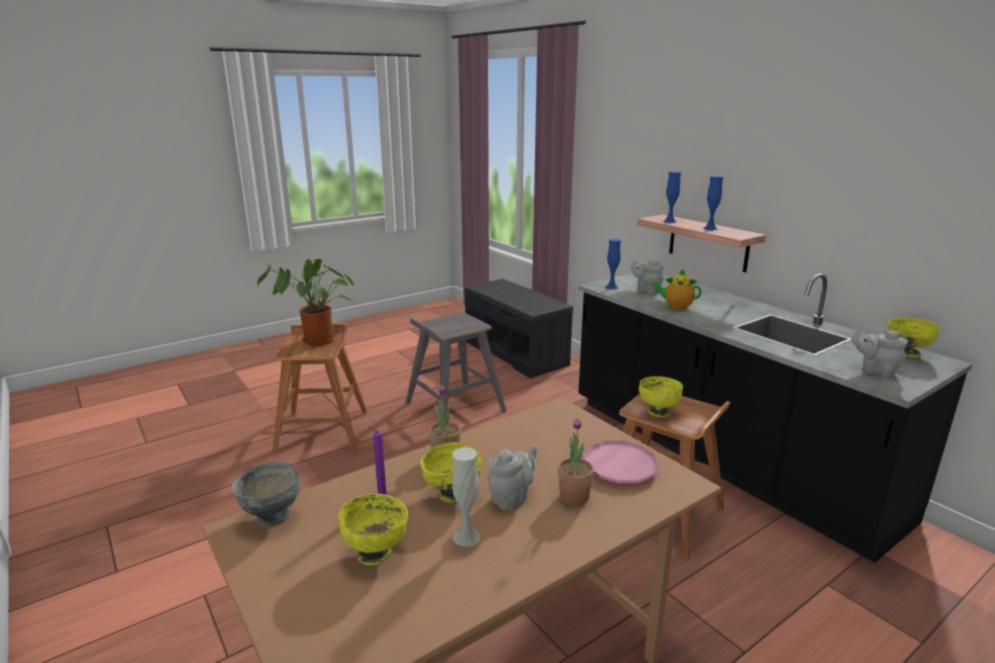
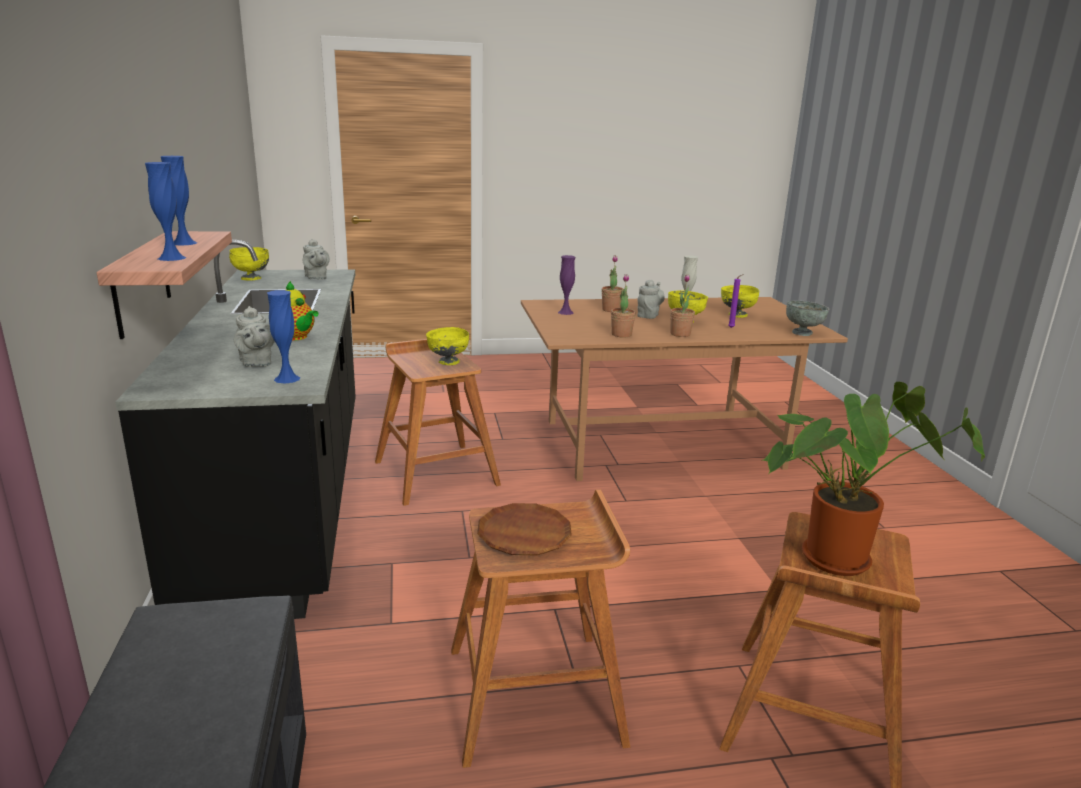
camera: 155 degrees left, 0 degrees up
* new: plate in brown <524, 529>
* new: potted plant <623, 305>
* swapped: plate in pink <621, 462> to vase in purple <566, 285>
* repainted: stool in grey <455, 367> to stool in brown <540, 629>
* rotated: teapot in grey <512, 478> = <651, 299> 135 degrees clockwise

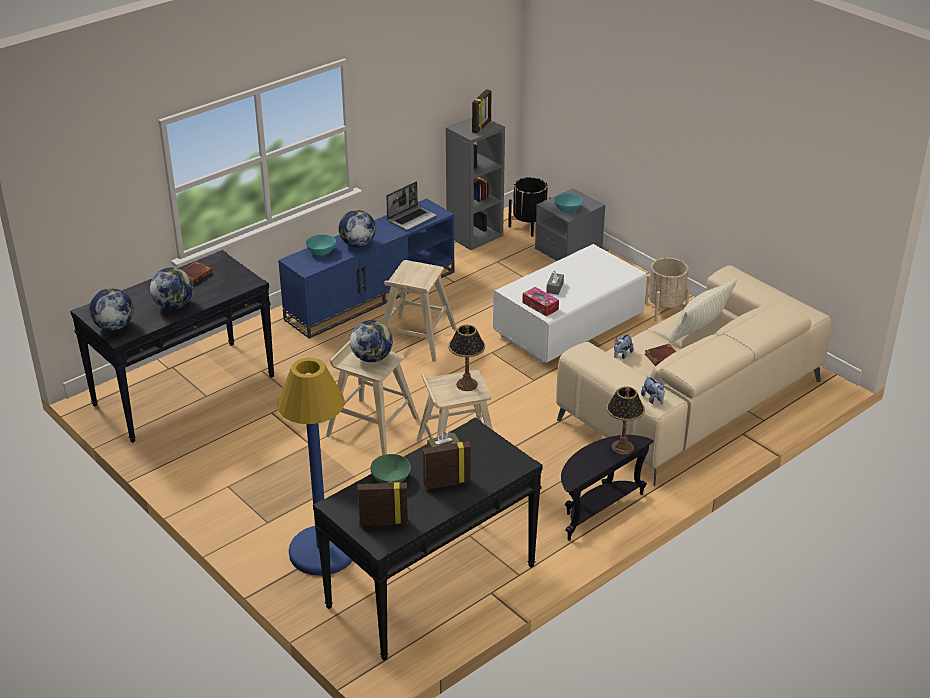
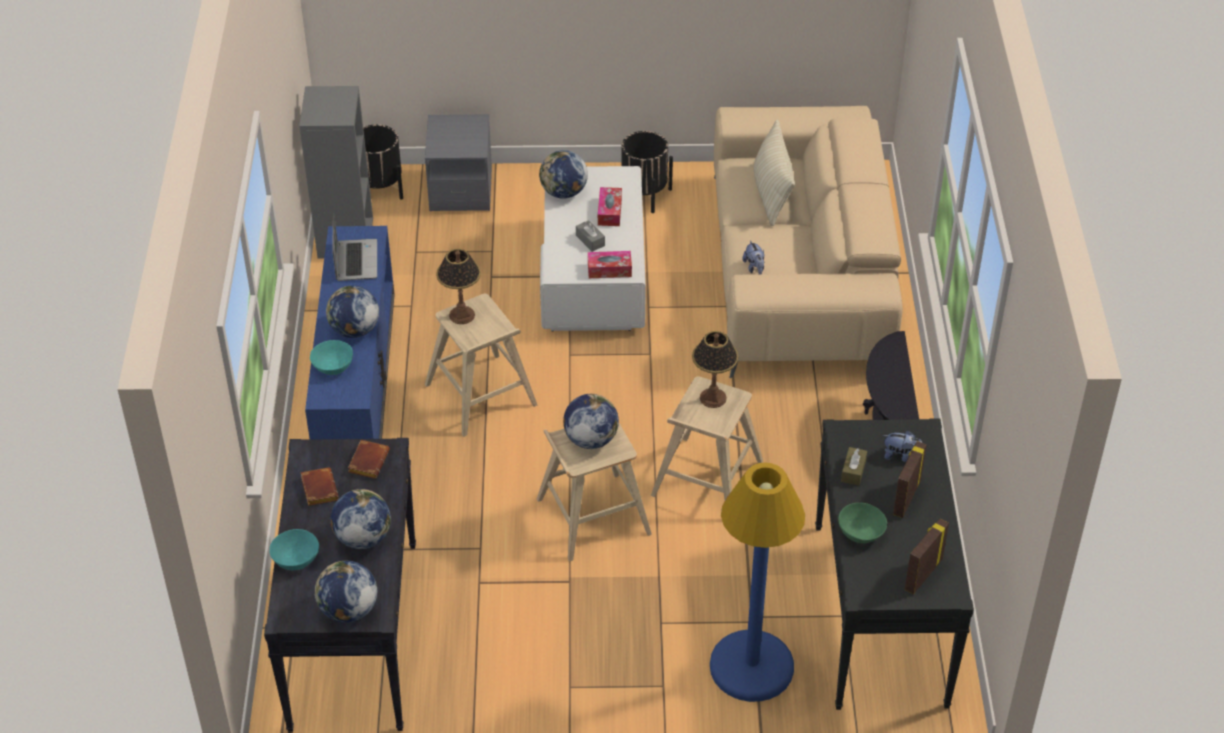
camera: 50 degrees left, 10 degrees up
* gone: picture frame <482, 111>
* new: globe <563, 174>
* new: tissue box <610, 206>
* shifted: bowl in turquoise <568, 203> to <294, 549>
* shifted: table lamp <625, 420> to <458, 286>
* shifted: plush toy <653, 390> to <902, 446>
* shifted: book in brown <660, 354> to <369, 459>
* repainted: planter in beige <667, 289> to planter in black <647, 172>

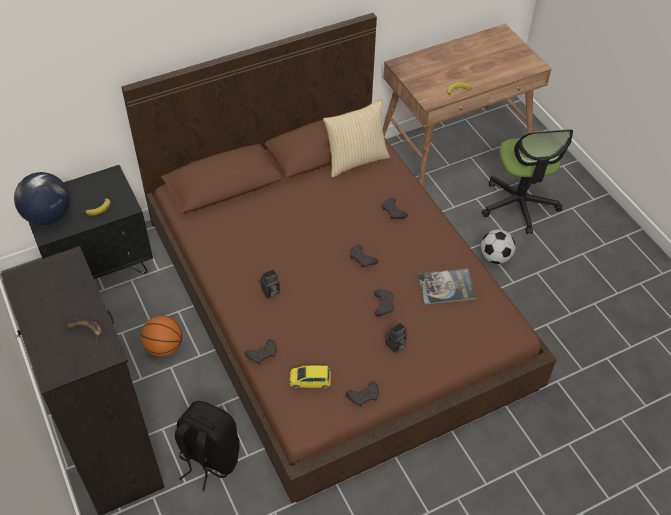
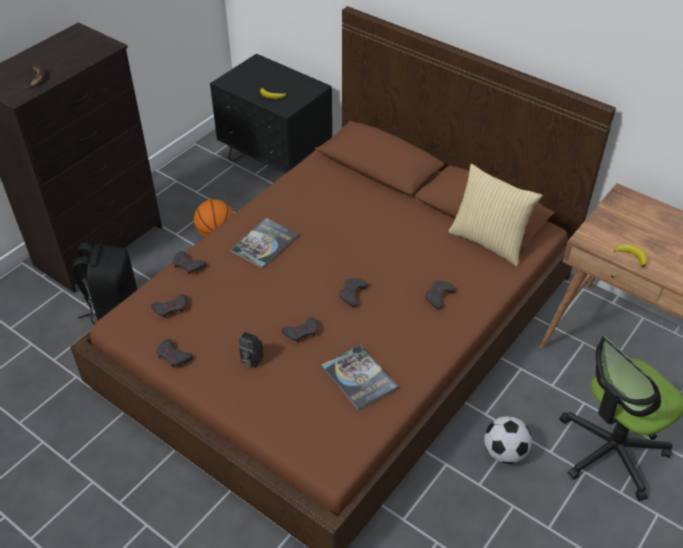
camera: 65 degrees right, 5 degrees down
* gone: globe <42, 198>
* swapped: photo camera <269, 284> to book <264, 243>
* swapped: toy car in yellow <310, 377> to game controller in grey <169, 306>

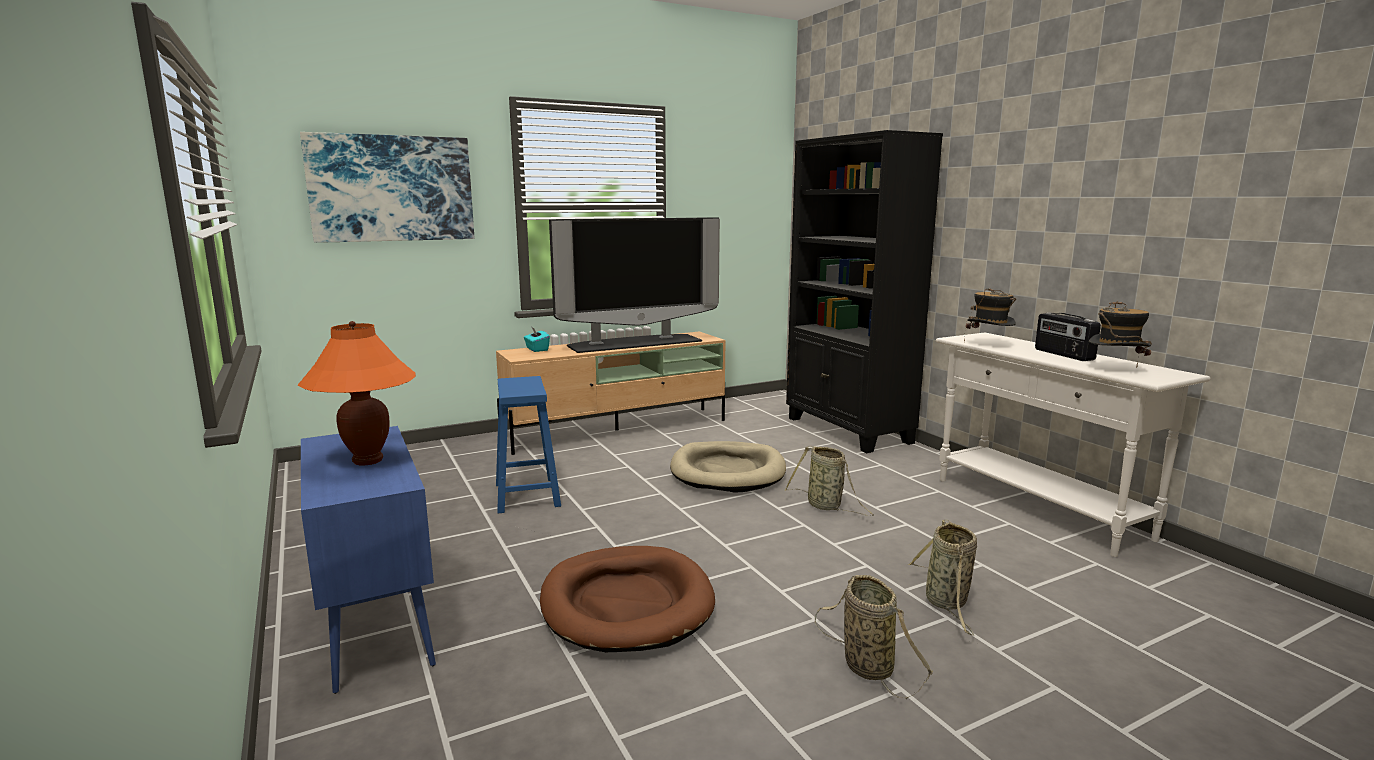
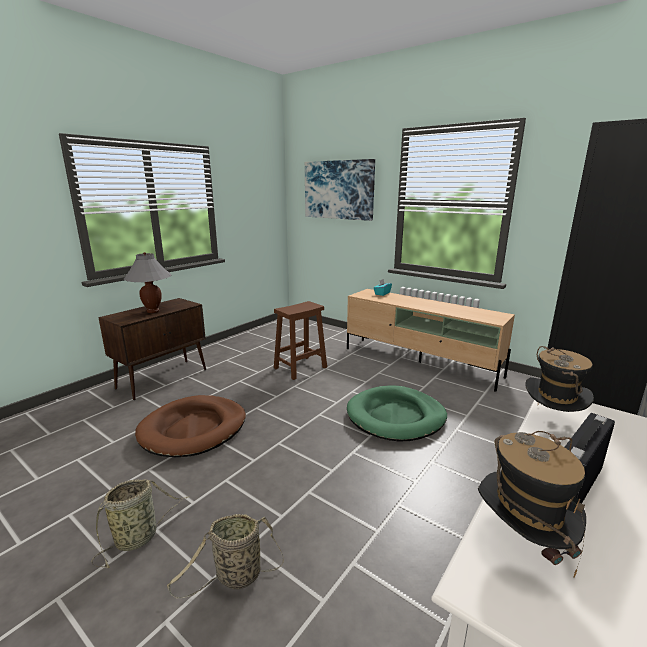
camera: 65 degrees right, 5 degrees up
* gone: television <634, 285>
* gone: basket <829, 481>
* repainted: table lamp in orange <356, 393> to table lamp in grey <147, 282>
* repainted: cabinet in blue <368, 560> to cabinet in brown <152, 349>
* repainted: stool in blue <528, 445> to stool in brown <300, 340>
* repainted: dog bed in beige <728, 467> to dog bed in green <397, 413>

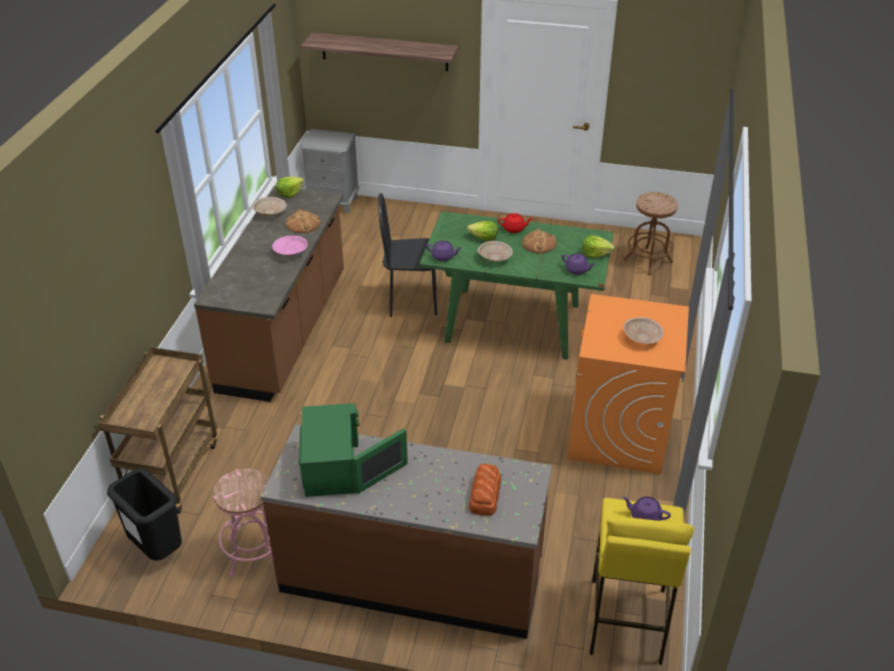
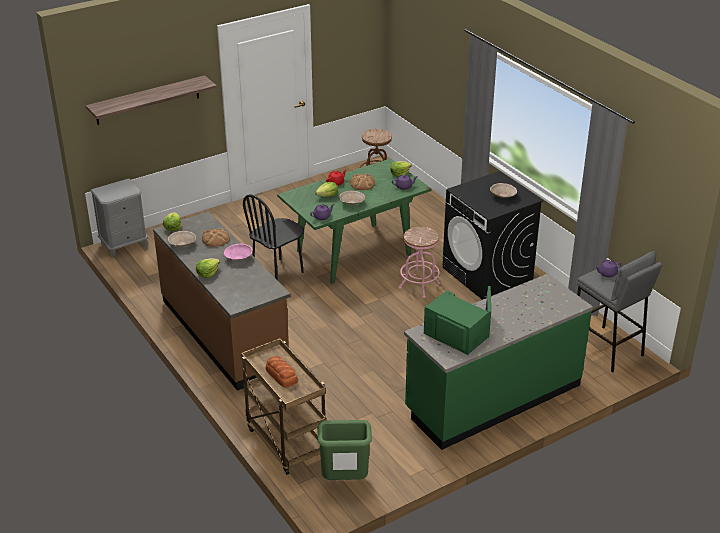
camera: 45 degrees left, 5 degrees down
* new: lettuce <208, 268>
* shifted: stool in pink <243, 522> to <419, 262>
* shifted: bread <485, 490> to <281, 372>
* repainted: trash can in black <144, 514> to trash can in green <344, 450>
* repainted: counter in brown <406, 531> to counter in green <498, 362>
* repainted: washing machine in orange <628, 384> to washing machine in black <492, 235>
* repainted: stool in yellow <642, 581> to stool in grey <619, 312>

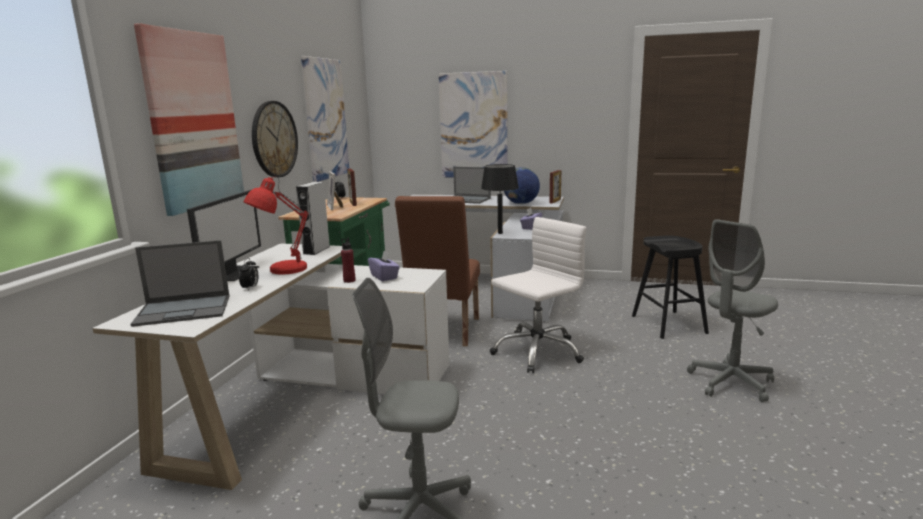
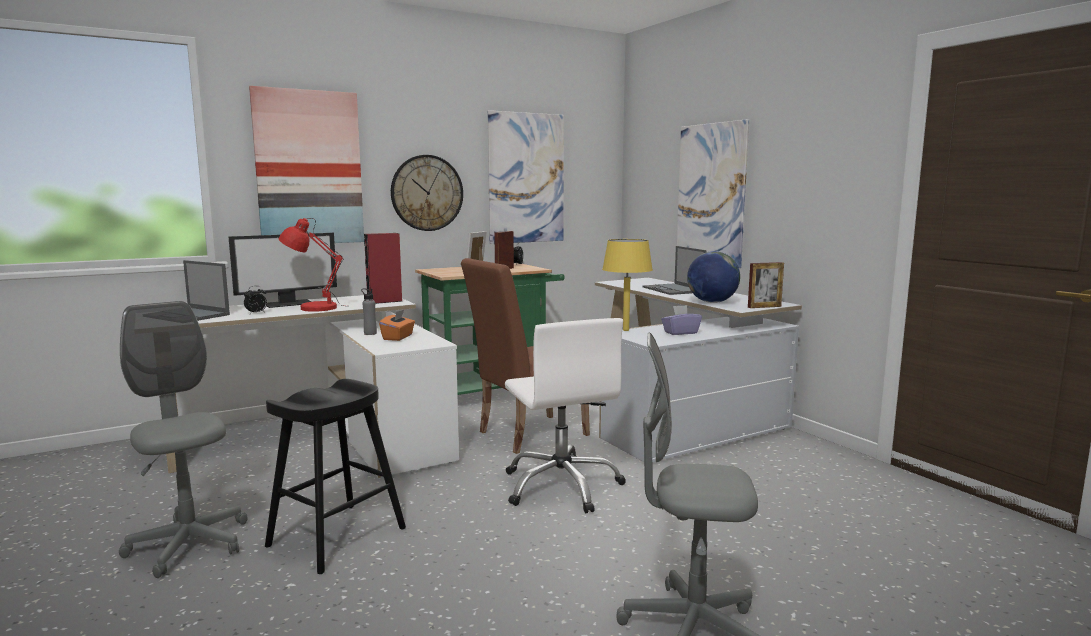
camera: 45 degrees right, 5 degrees down
* shifted: stool in black <670, 287> to <335, 476>
* repainted: speaker in grey <313, 218> to speaker in red <383, 268>
* repainted: bottle in red <348, 260> to bottle in grey <369, 311>
* repainted: tissue box in purple <384, 266> to tissue box in orange <397, 325>
* repainted: table lamp in black <500, 199> to table lamp in yellow <627, 285>
* rotated: office chair in white <538, 295> = <565, 415> 60 degrees clockwise

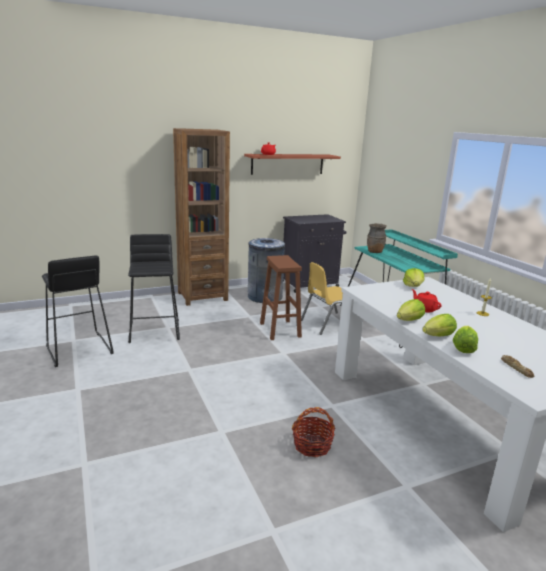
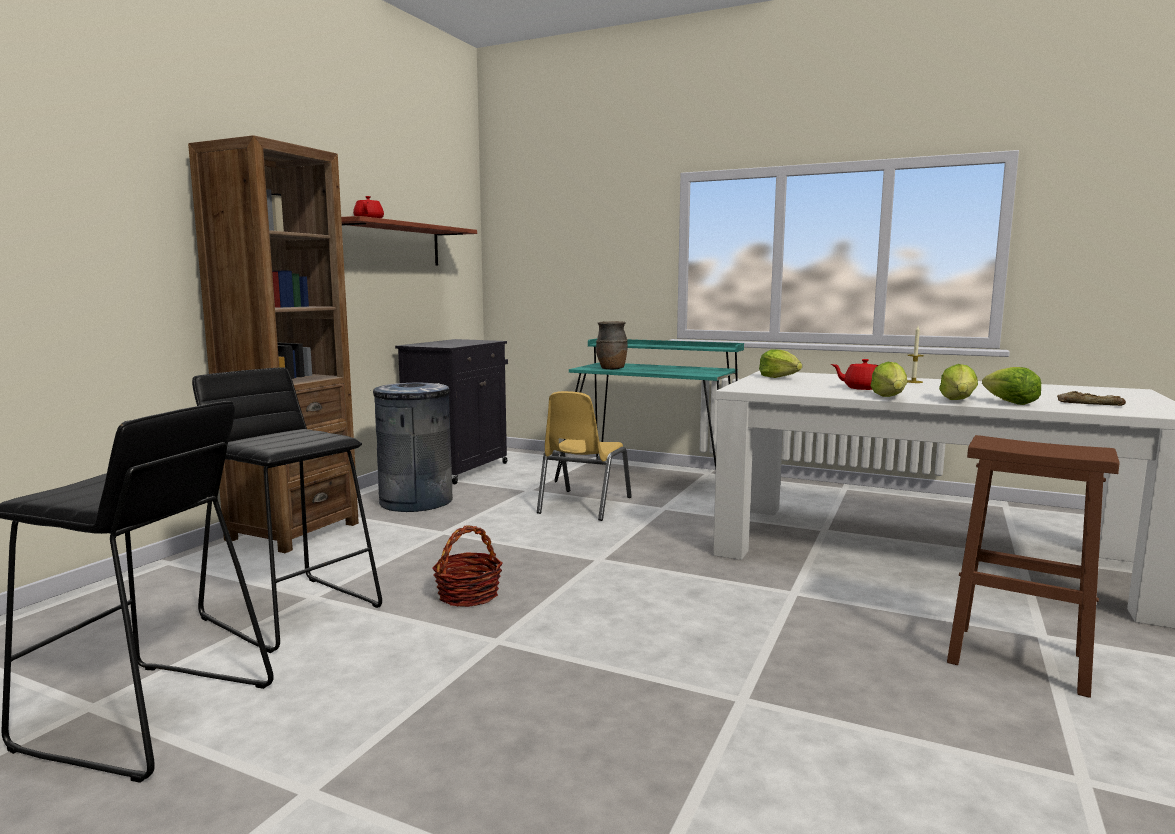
camera: 40 degrees left, 10 degrees down
* shifted: stool in brown <281, 297> to <1033, 566>
* shifted: basket <313, 432> to <467, 566>

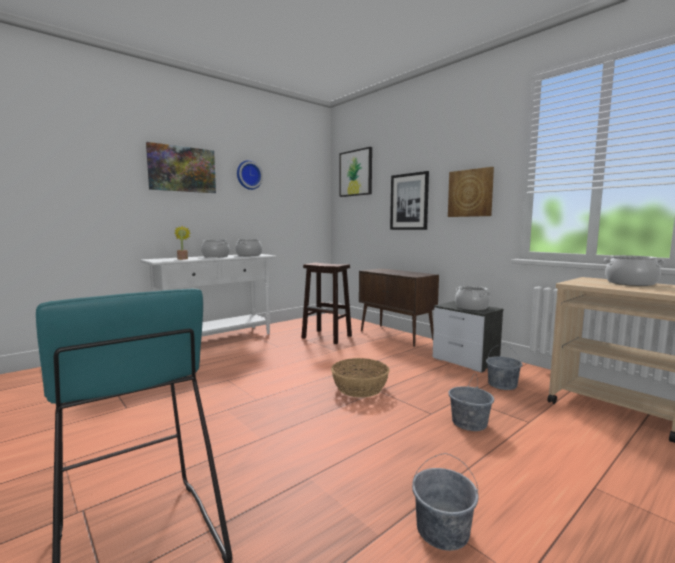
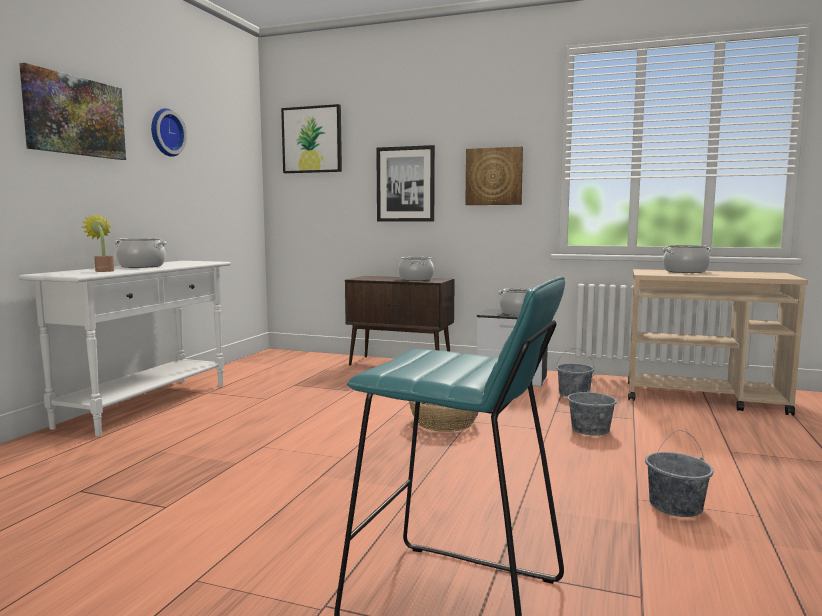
camera: 30 degrees left, 0 degrees up
* gone: stool in brown <326, 303>
* shifted: cooking pot <248, 247> to <416, 269>

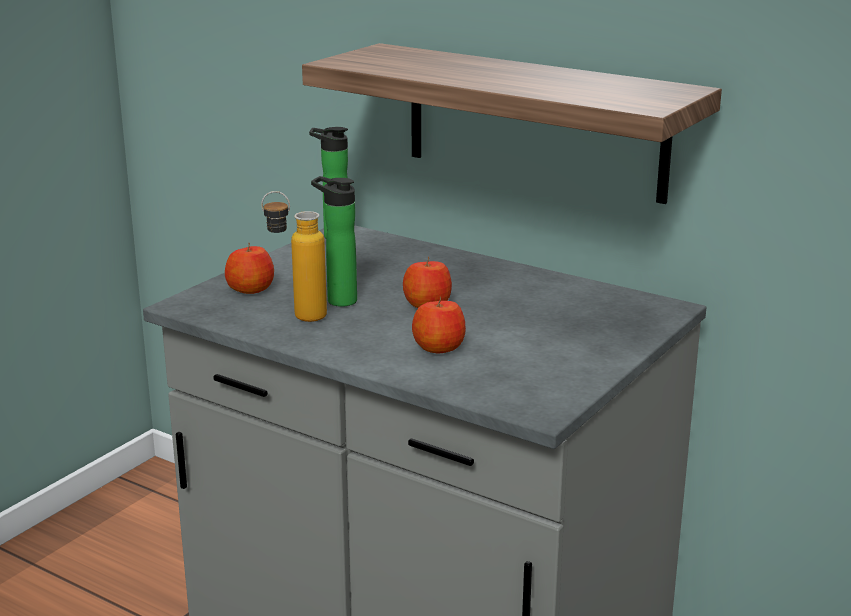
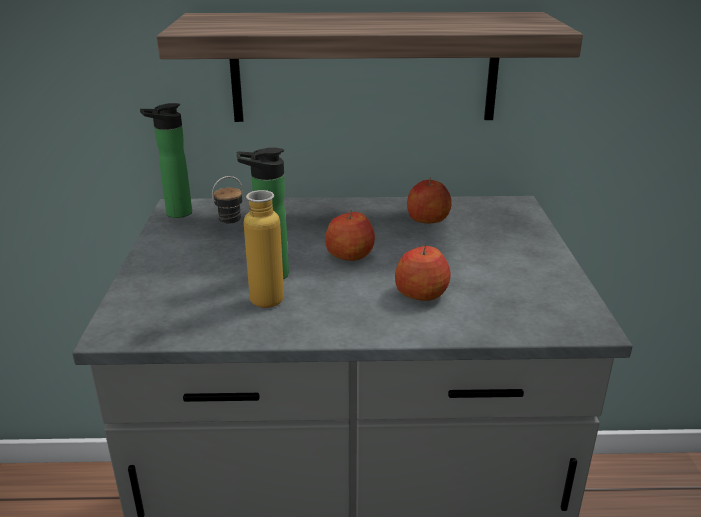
camera: 35 degrees left, 5 degrees up
* shifted: apple <249, 268> to <429, 200>

